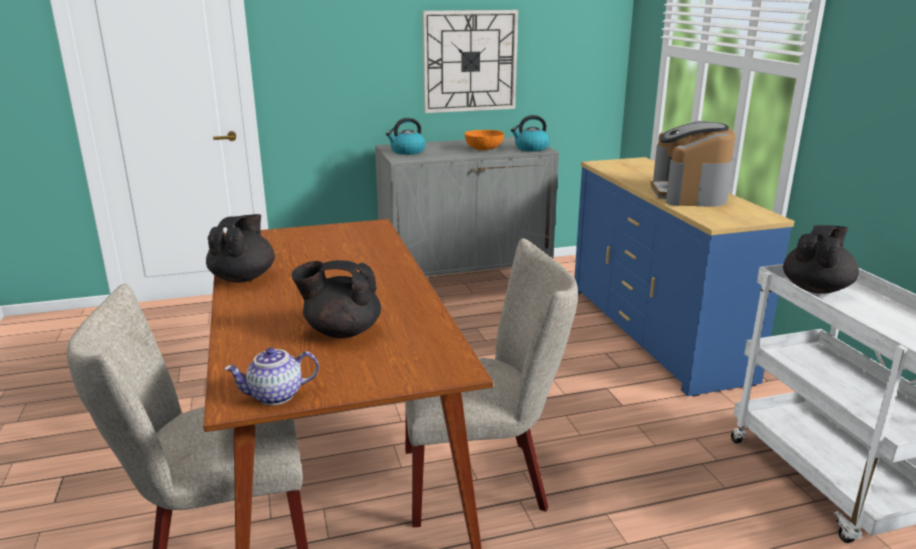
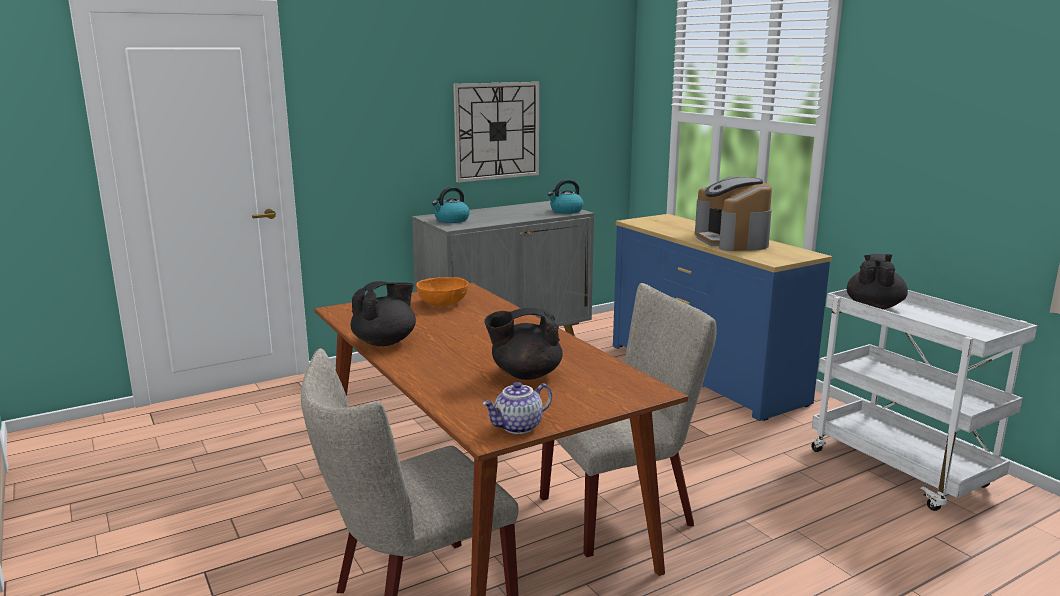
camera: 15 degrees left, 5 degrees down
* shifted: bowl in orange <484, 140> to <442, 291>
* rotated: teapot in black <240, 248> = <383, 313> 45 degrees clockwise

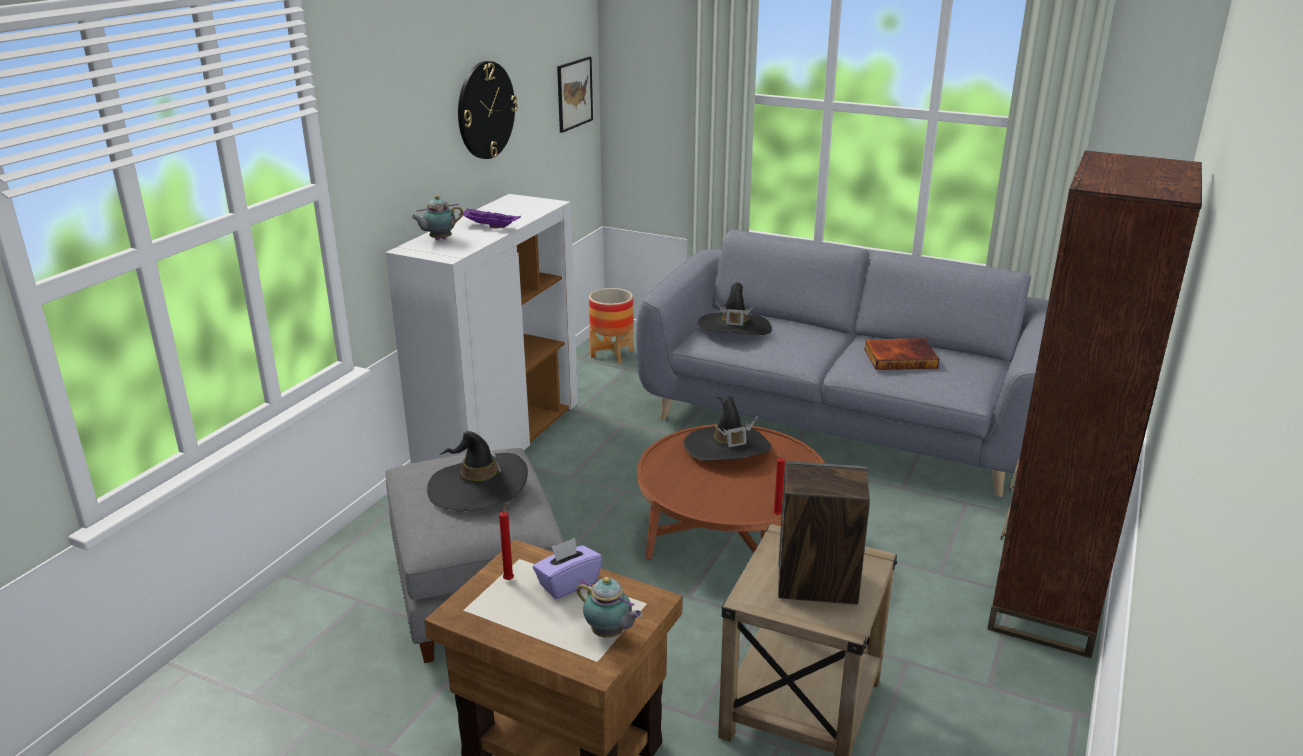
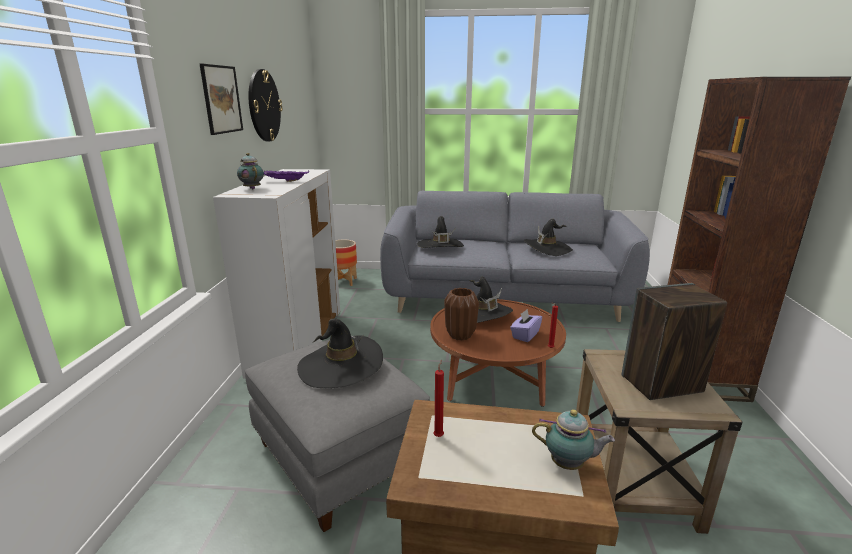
camera: 20 degrees left, 5 degrees down
* new: vase in brown <461, 314>
* shifted: tissue box in purple <567, 568> to <526, 325>
* shifted: picture <575, 95> to <221, 99>
* swapped: book <901, 354> to hat in black <548, 237>
* rotated: teapot <437, 217> = <250, 171> 105 degrees clockwise

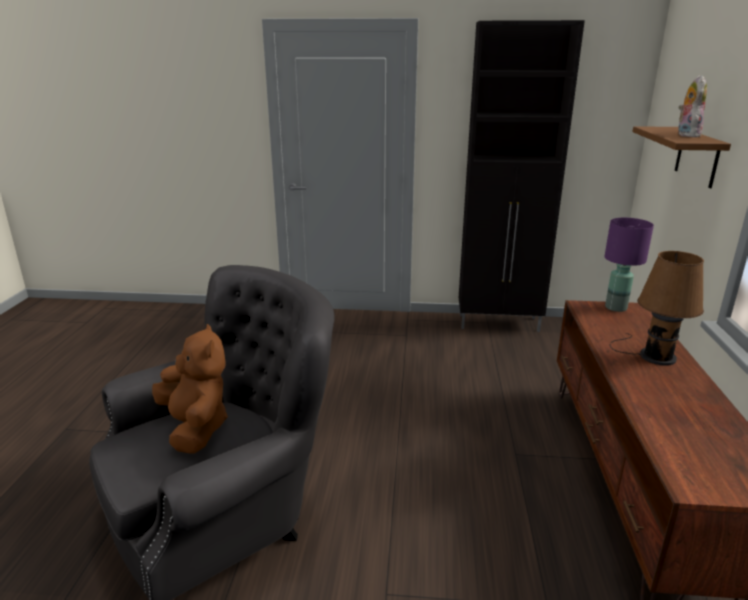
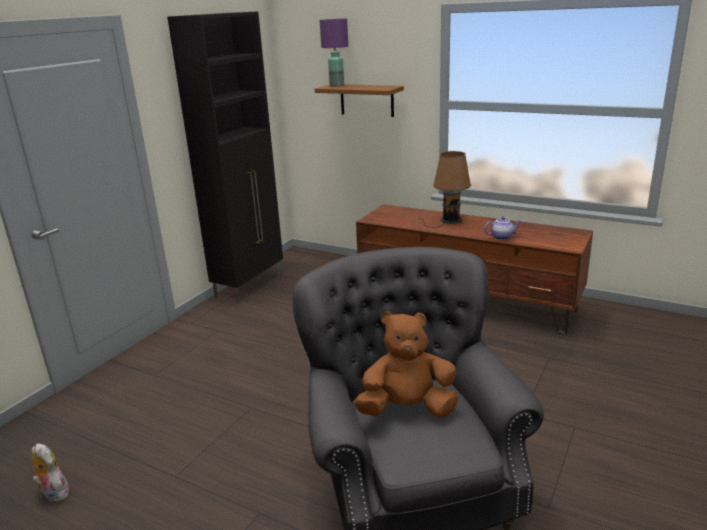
camera: 65 degrees left, 0 degrees up
* new: teapot <502, 228>
* shifted: table lamp in purple <629, 265> to <334, 53>
* shifted: plush toy <692, 106> to <50, 472>

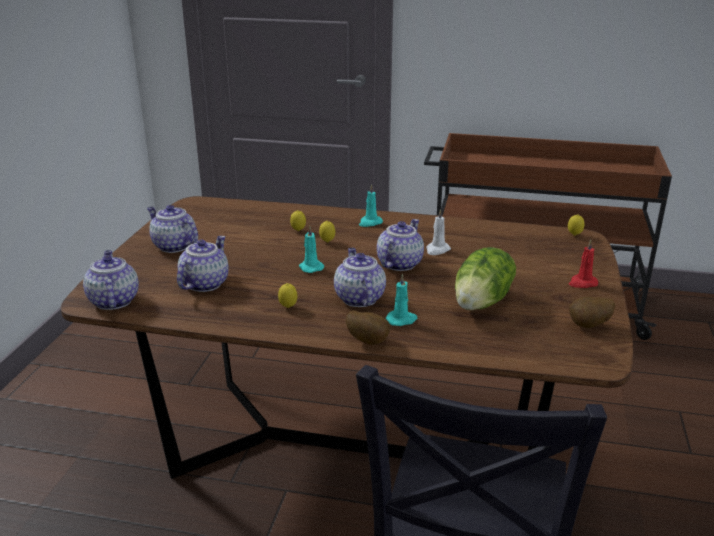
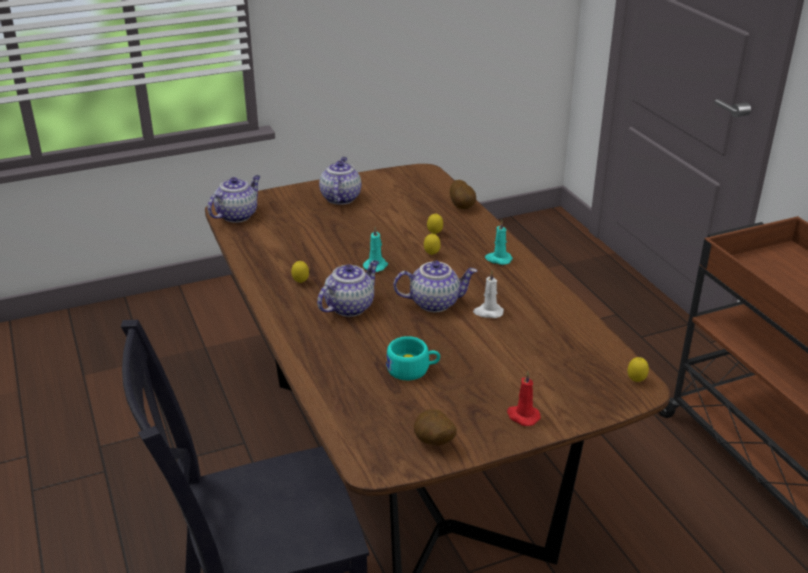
camera: 55 degrees right, 5 degrees up
* gone: teapot <203, 264>
* gone: candle in turquoise <402, 299>
* shifted: potato <368, 327> to <463, 194>
* swapped: lettuce <485, 278> to cup in turquoise <413, 358>

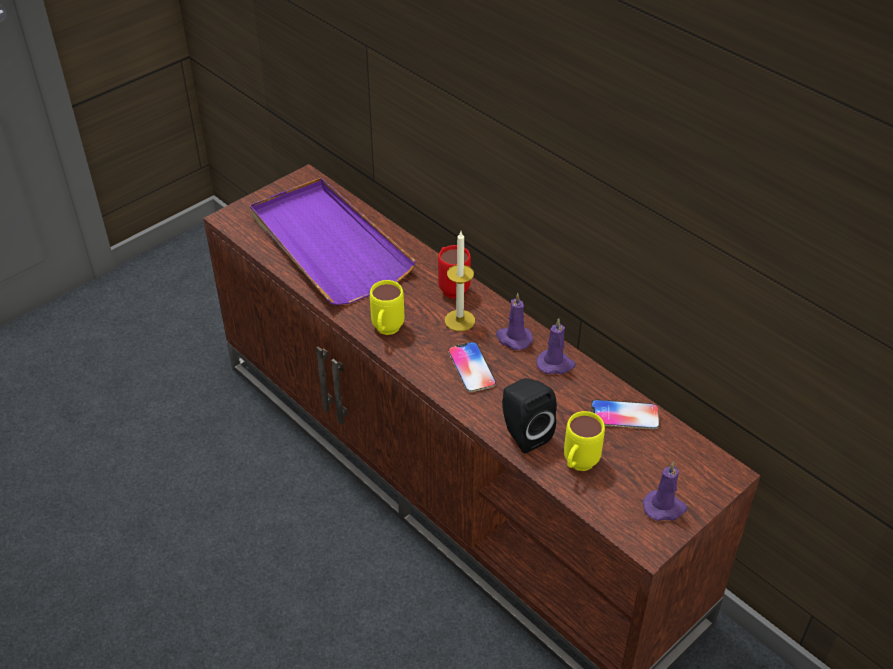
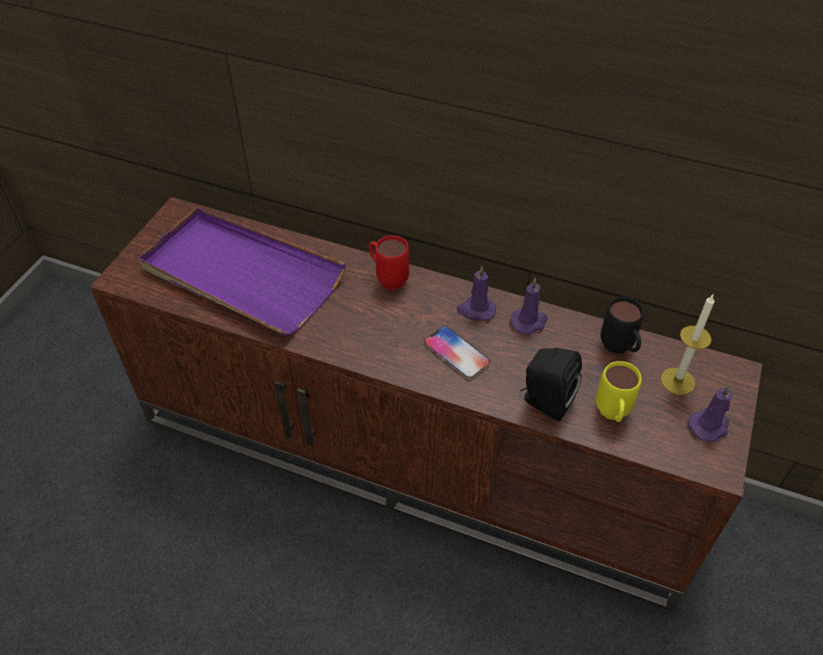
camera: 25 degrees left, 5 degrees up
* gone: mug in yellow <387, 307>
* shifted: candle <460, 281> to <688, 345>
* swapped: phone <625, 414> to mug in black <622, 325>

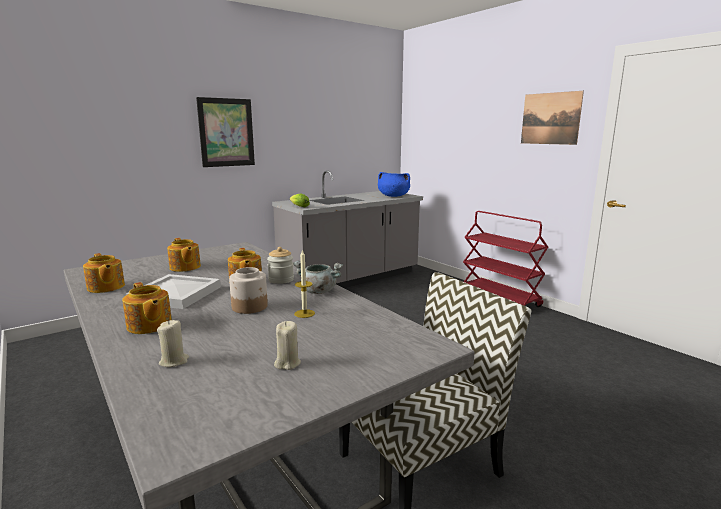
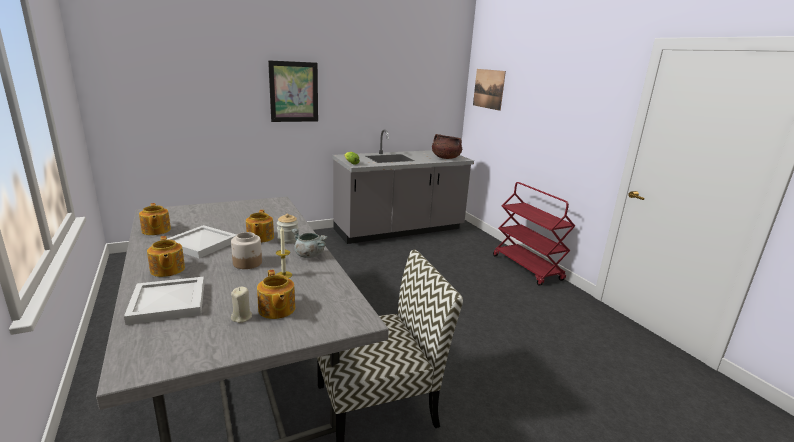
camera: 10 degrees right, 5 degrees up
* shifted: teapot <184, 255> to <276, 294>
* shifted: picture <552, 118> to <489, 90>
* swapped: candle in beige <173, 343> to tray in white <164, 301>
* repainted: cooking pot in blue <394, 184> to cooking pot in brown <447, 146>

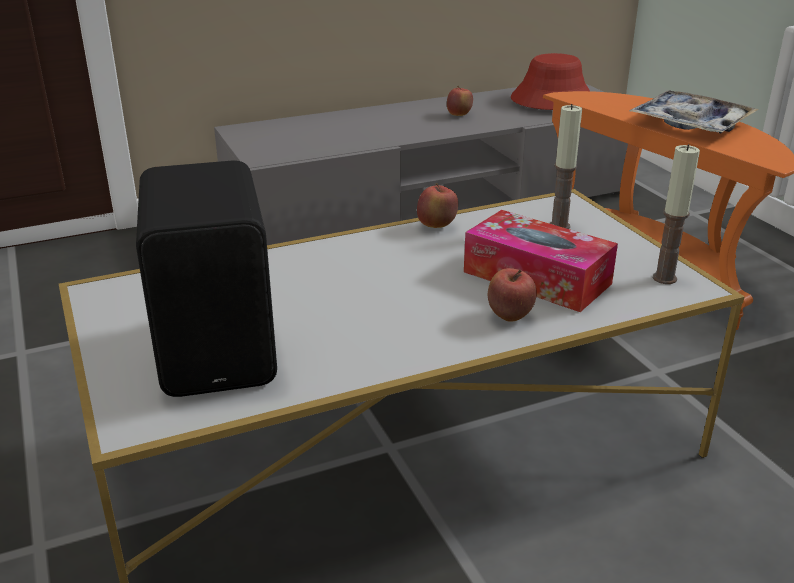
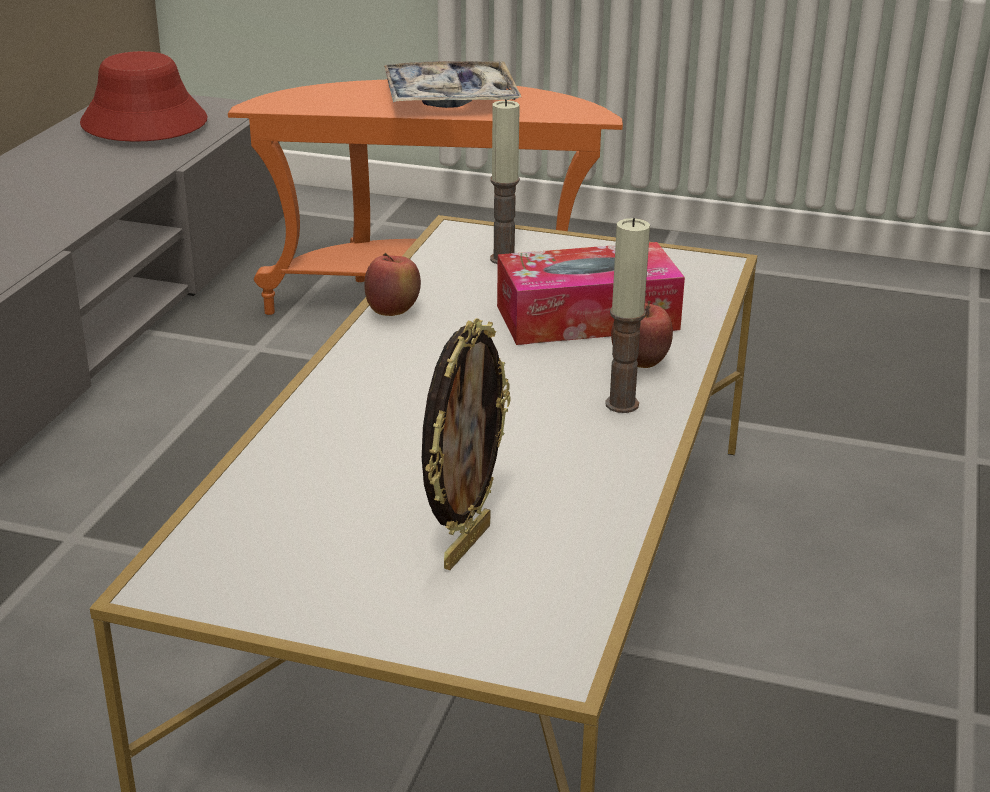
camera: 50 degrees left, 0 degrees up
* gone: apple <460, 101>
* shifted: candle <676, 214> to <627, 315>
* swapped: speaker in black <206, 278> to picture frame <466, 444>

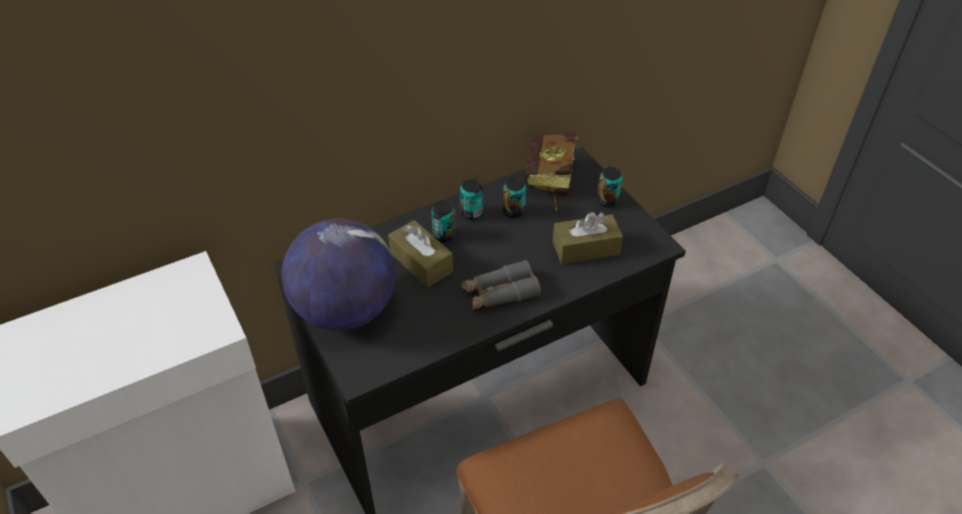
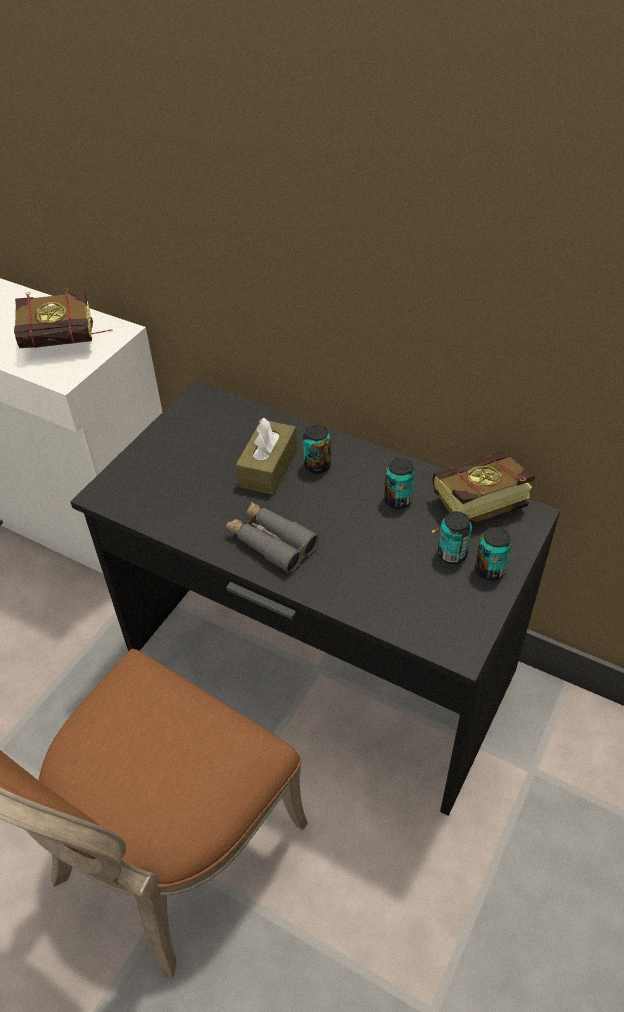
camera: 60 degrees right, 0 degrees up
* gone: globe <338, 275>
* gone: tissue box in brown <587, 238>
* new: book <63, 318>
* shifted: can <471, 199> to <455, 537>

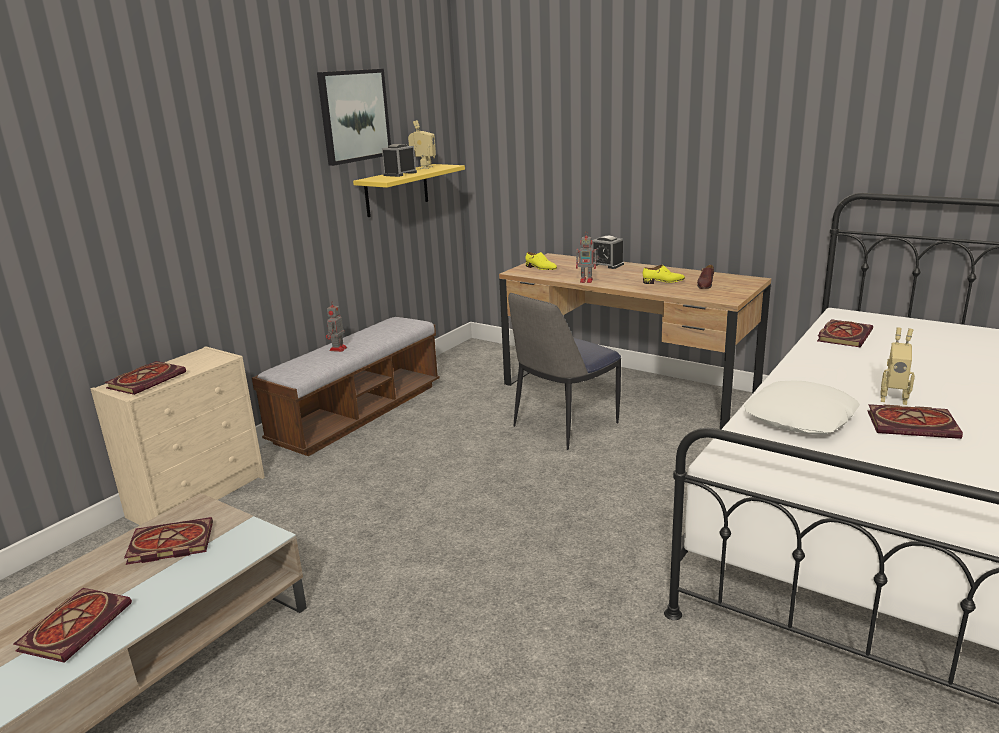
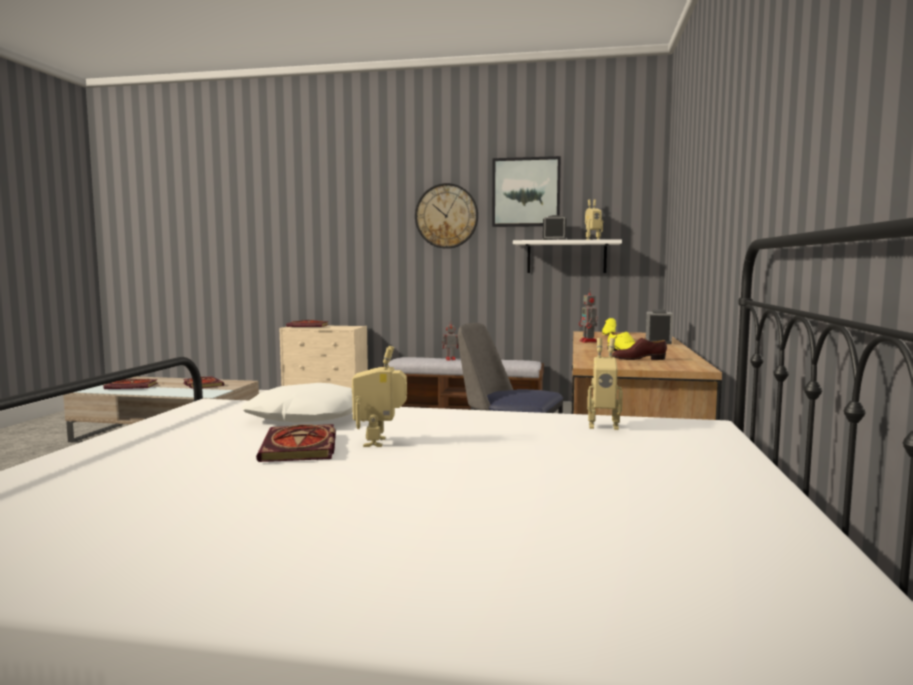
camera: 65 degrees right, 15 degrees down
* new: wall clock <446, 216>
* swapped: book <845, 333> to toy robot <605, 384>
* repainted: shelf in yellow <409, 190> to shelf in white <567, 256>

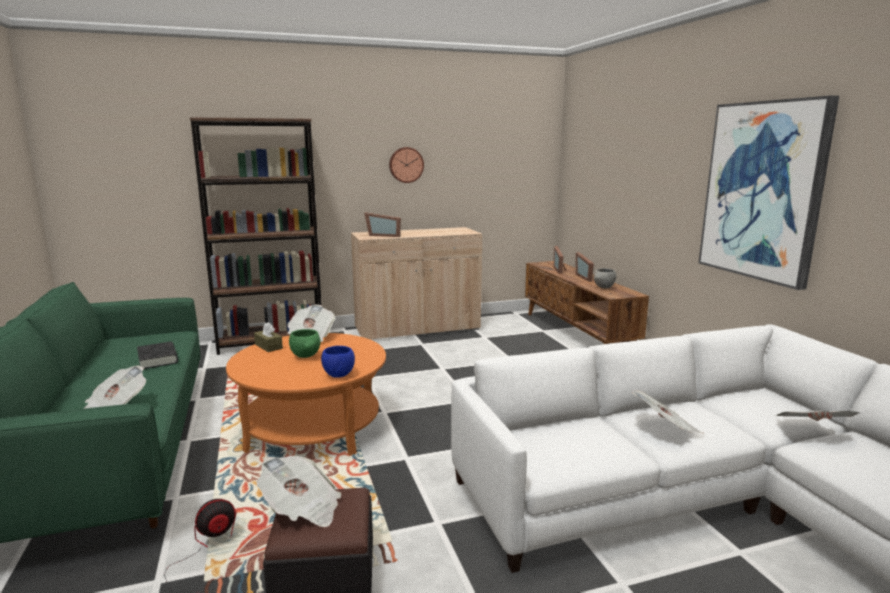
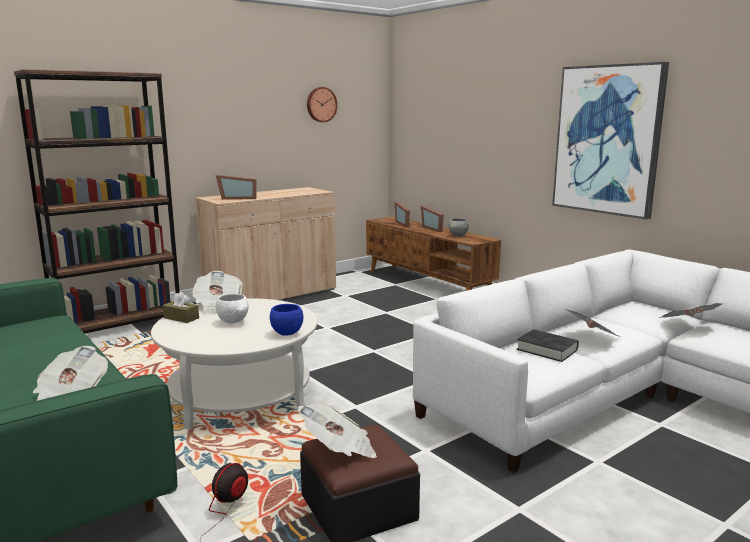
camera: 20 degrees left, 0 degrees up
* shifted: book in black <157, 355> to <547, 345>
* shifted: wall clock <406, 165> to <322, 104>
* repainted: coffee table in orange <306, 394> to coffee table in white <234, 364>
* repainted: bowl in green <304, 343> to bowl in white <232, 309>

